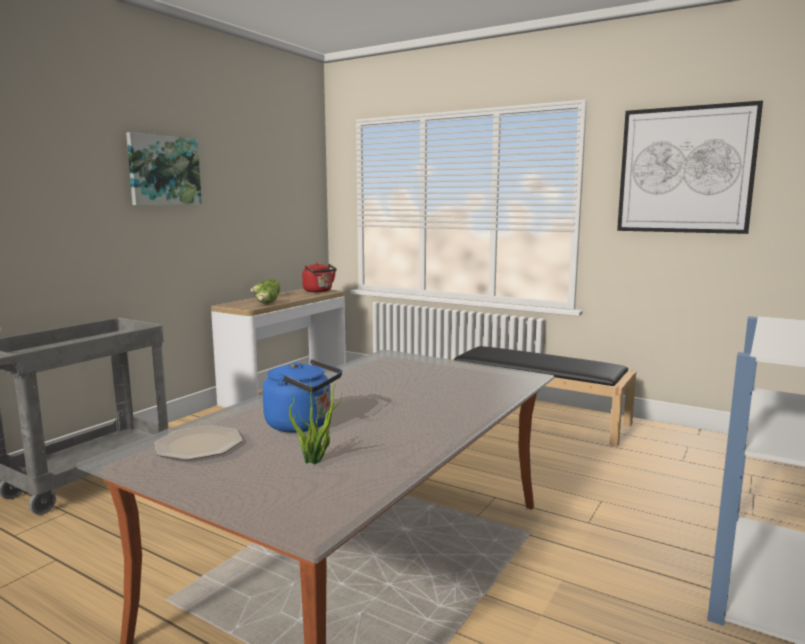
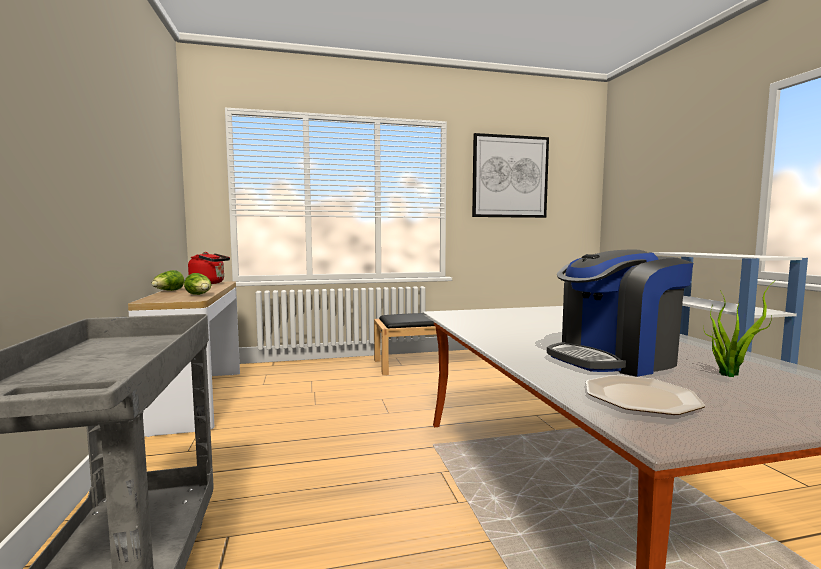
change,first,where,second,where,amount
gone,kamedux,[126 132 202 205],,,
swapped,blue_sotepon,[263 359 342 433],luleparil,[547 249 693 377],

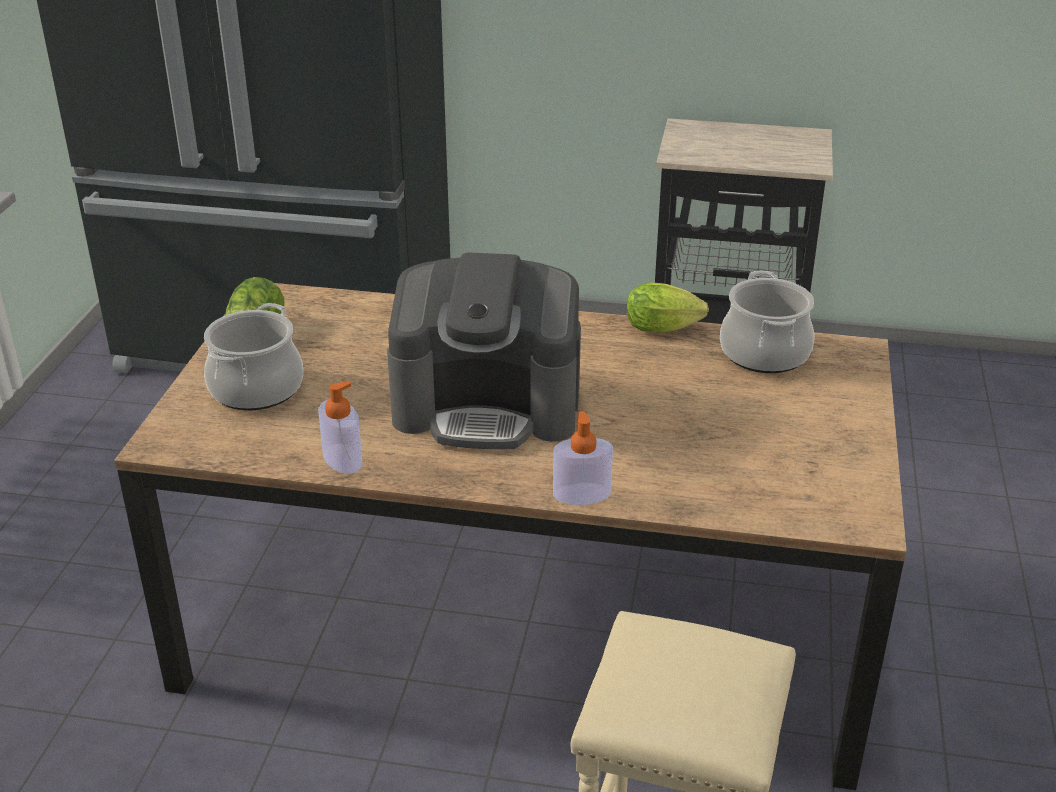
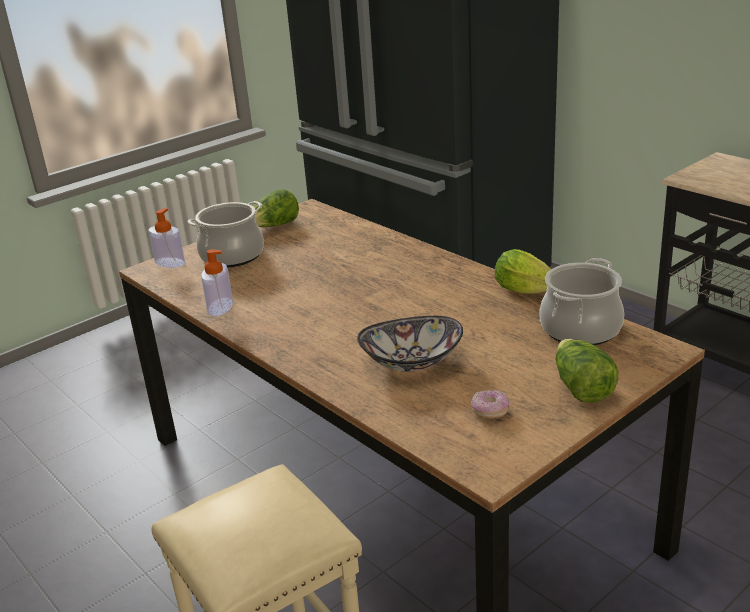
change,first,where,second,where,amount
gone,luleparil,[387 252 581 449],,,
shifted,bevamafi,[553 411 613 505],,[148 208 185 268],
new,,,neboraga,[357 316 463 372],
new,,,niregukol,[555 339 618 403],
new,,,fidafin,[471 390 510 418],

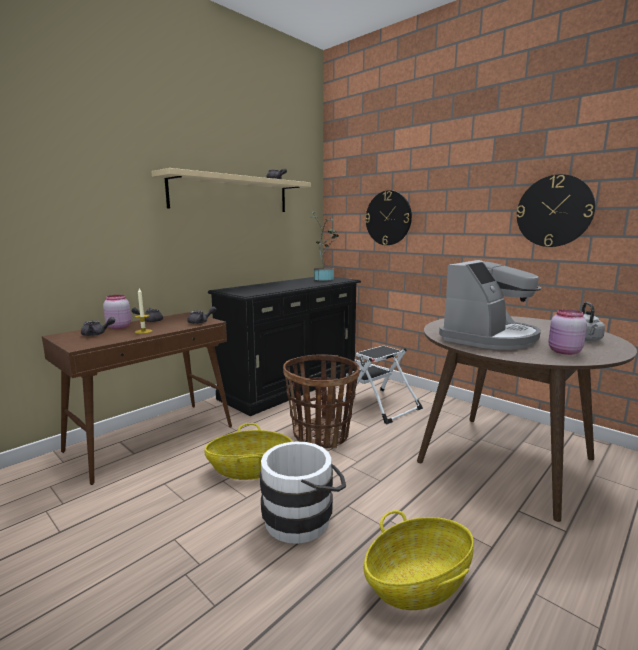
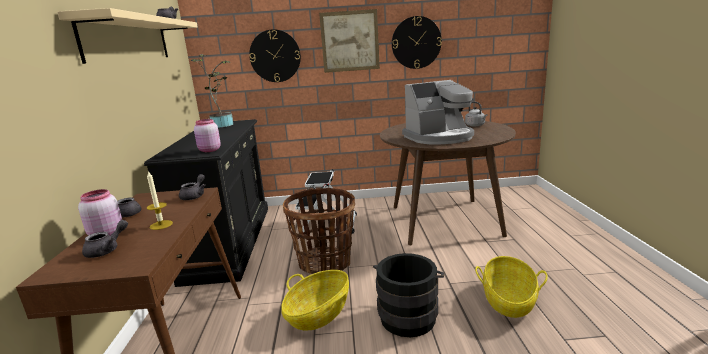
change,first,where,second,where,amount
rotated,luleparil,[439 260 541 350],,[402 80 474 145],75 degrees clockwise
shifted,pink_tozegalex,[548 309 587 355],,[194 119 221 152],
repainted,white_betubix,[260 442 346 544],black_betubix,[373 253 444 337],
new,,,kamedux,[319 9 380 73],

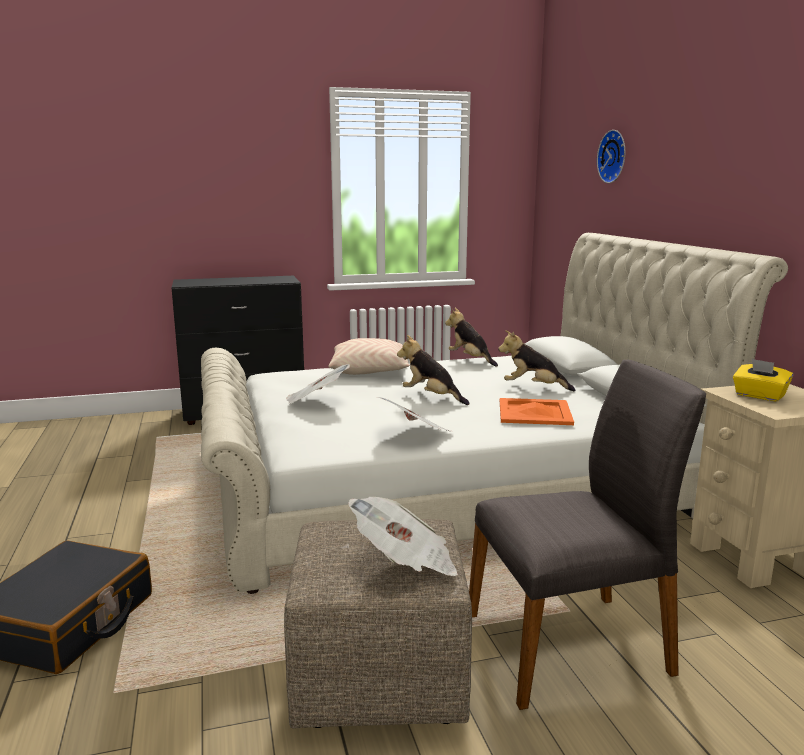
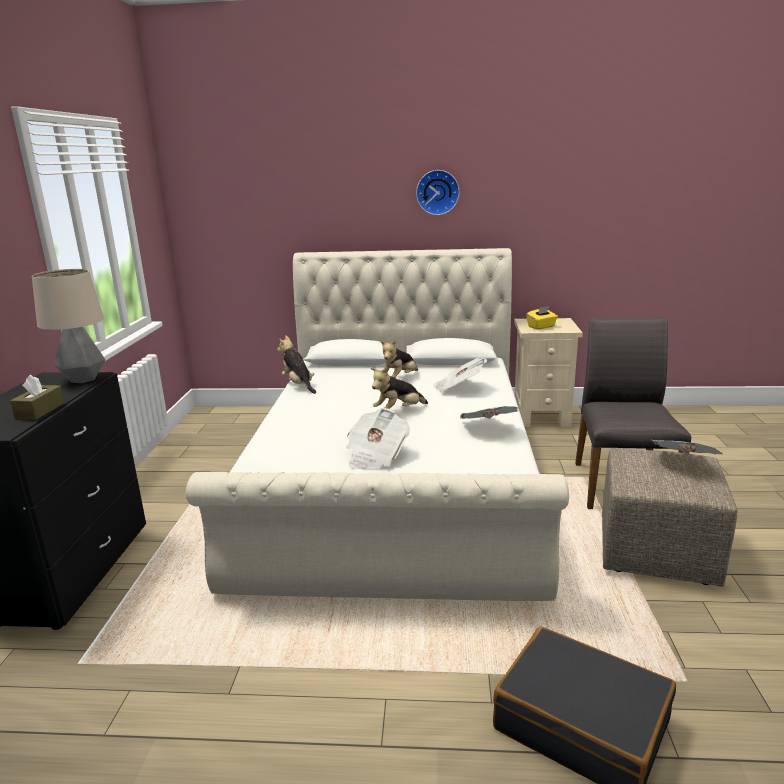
change,first,where,second,where,amount
shifted,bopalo,[597 130 625 183],,[416 170 460 215],
rotated,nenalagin,[445 308 498 367],,[277 336 316 394],75 degrees clockwise
gone,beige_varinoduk,[329 338 410 375],,,
swapped,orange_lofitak,[500 398 574 425],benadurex,[433 358 487 392],
new,,,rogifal,[32 269 105 383],
new,,,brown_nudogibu,[10 375 65 420],

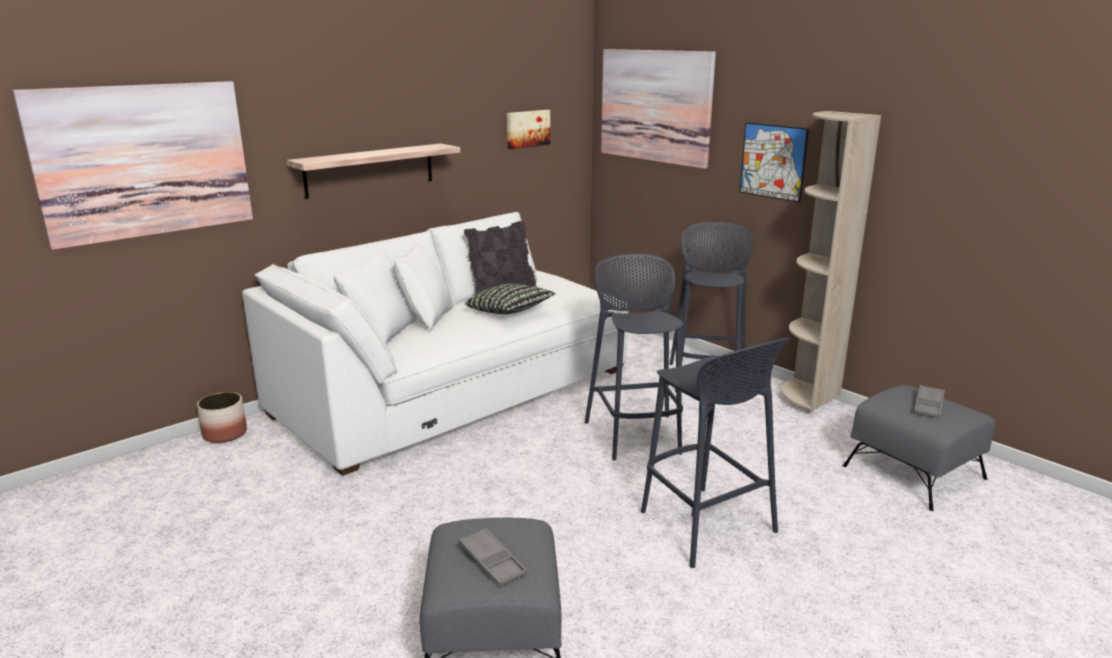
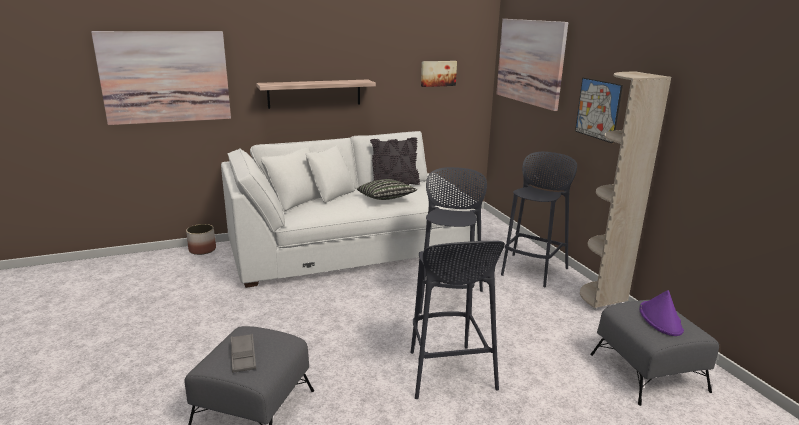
change,first,where,second,where,amount
swapped,grey_lofitak,[914 385 945 418],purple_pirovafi,[639 290 684 336],

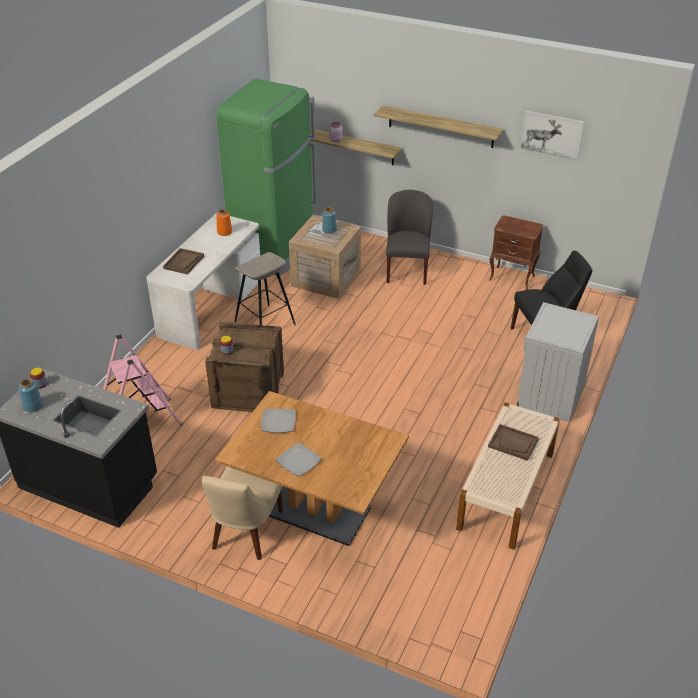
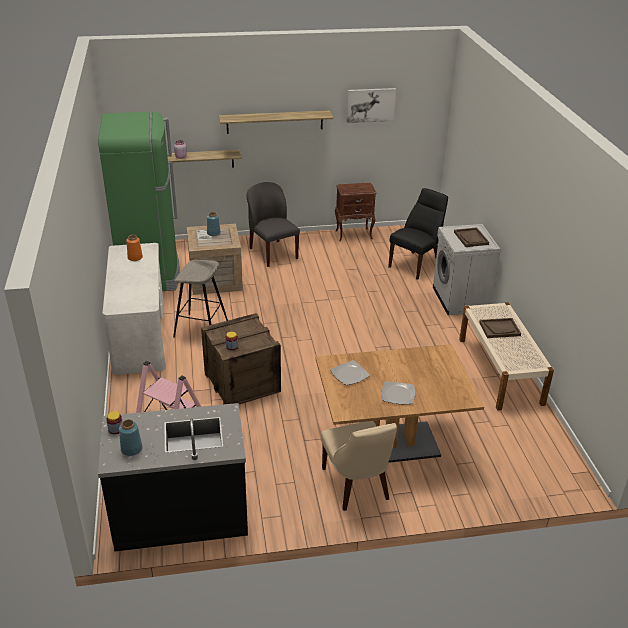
change,first,where,second,where,amount
shifted,brown_lofitak,[163 248 204 275],,[454 227 489 247],

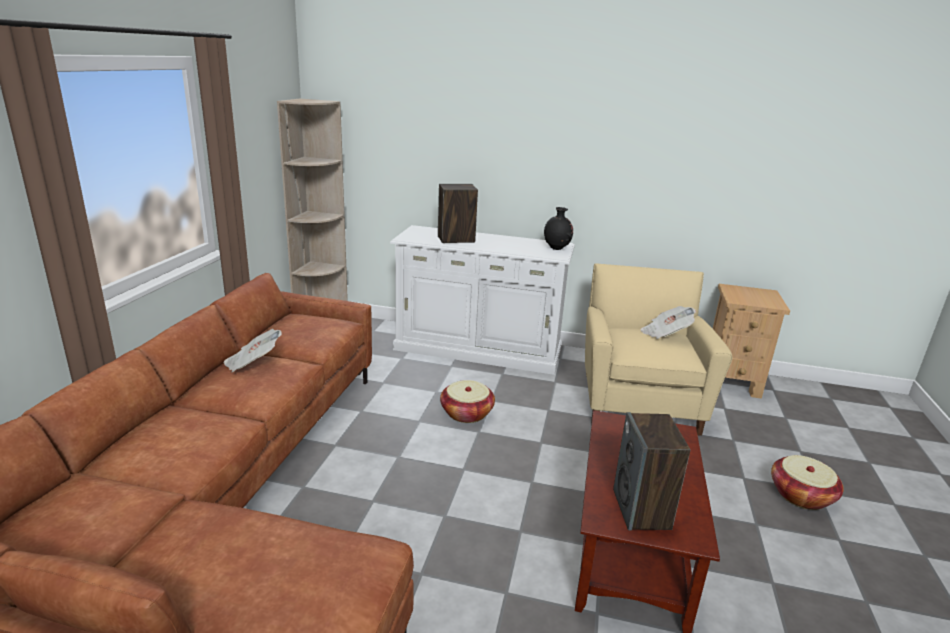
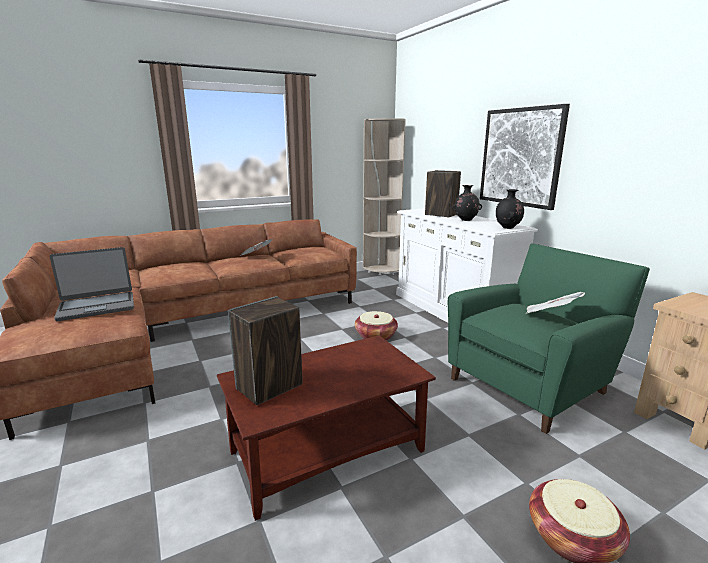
change,first,where,second,where,amount
repainted,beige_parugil,[585 263 732 436],green_parugil,[448 243 650 434],
new,,,kamedux,[480 104 570 210],
new,,,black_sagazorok,[452 185 482 221],
new,,,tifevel,[50 247 134 321],

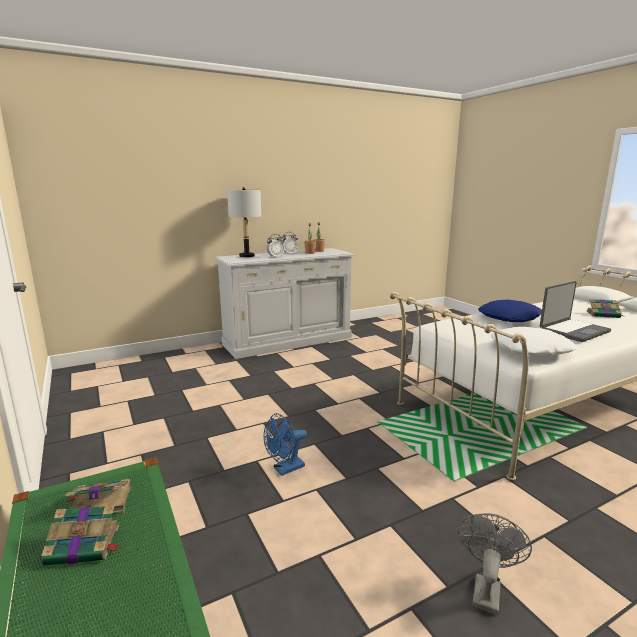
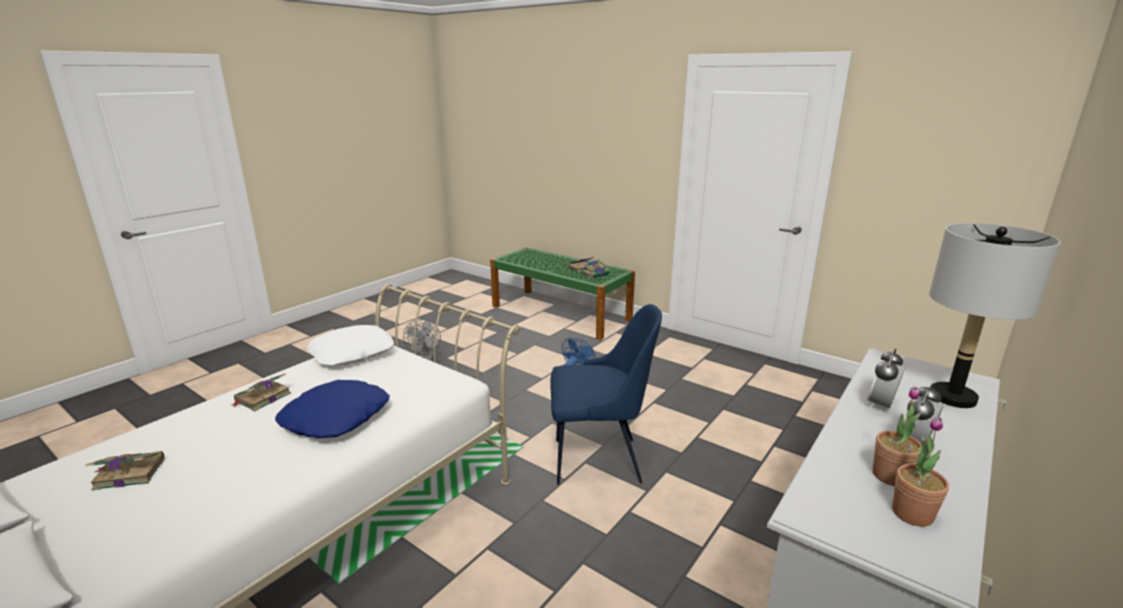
change,first,where,second,where,amount
swapped,tifevel,[540 281 611 342],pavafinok,[230 374 291 411],
new,,,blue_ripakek,[550 304 662 485],

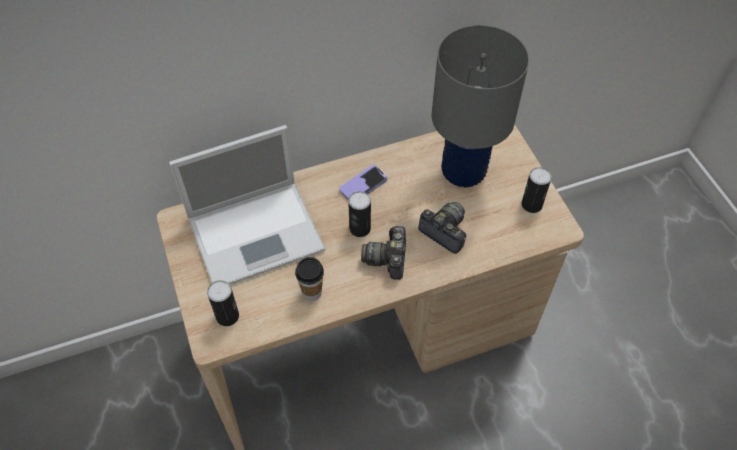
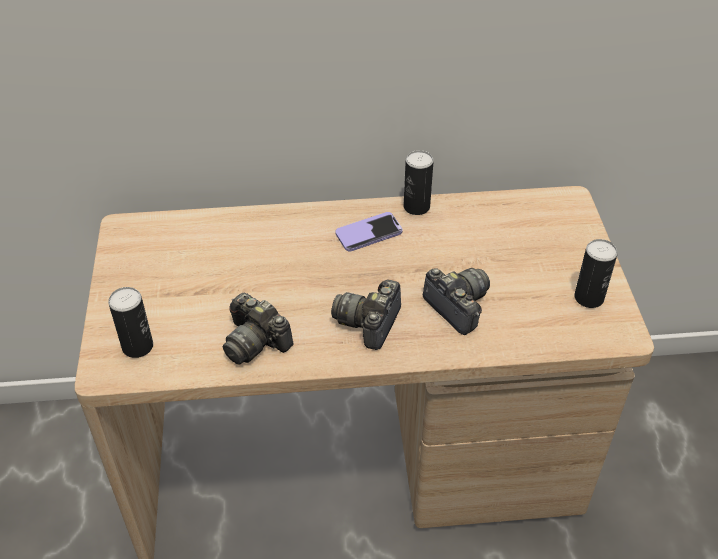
change,first,where,second,where,amount
gone,grey_rogifal,[432 25 529 188],,,
gone,tifevel,[169 125 325 284],,,
shifted,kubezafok,[348 191 371 237],,[404 150 434 215],
swapped,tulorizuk,[295 257 324 301],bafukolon,[223 293 293 364],

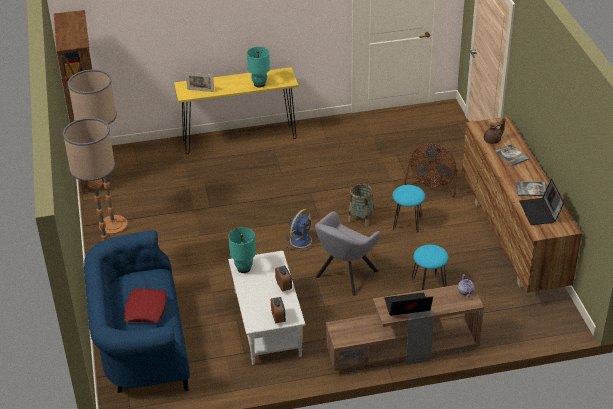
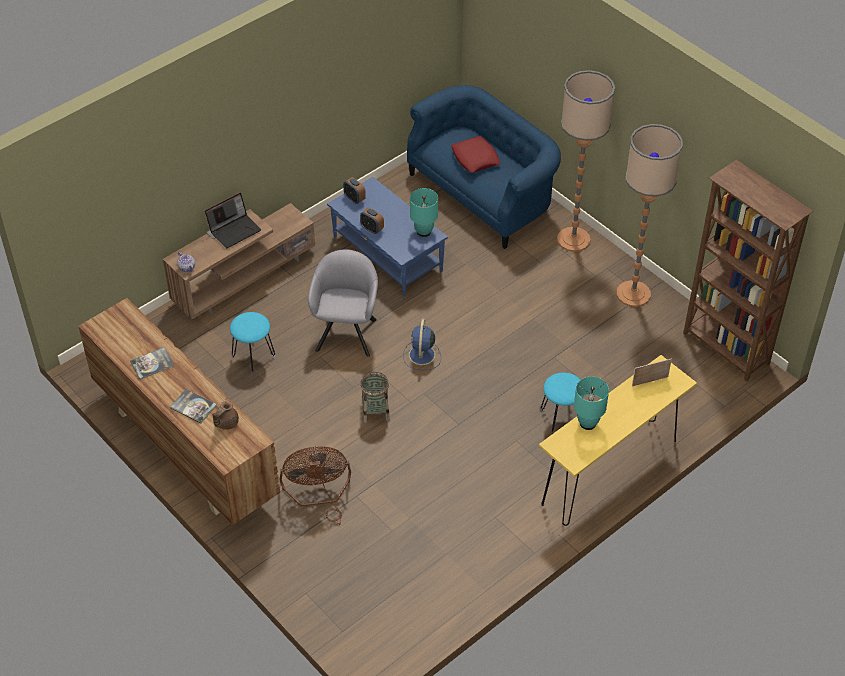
change,first,where,second,where,amount
gone,tifevel,[519 179 564 225],,,
shifted,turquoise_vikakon,[393 185 425 233],,[541 373 584 433],
repainted,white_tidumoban,[228 251 305 365],blue_tidumoban,[327 177 448 296],

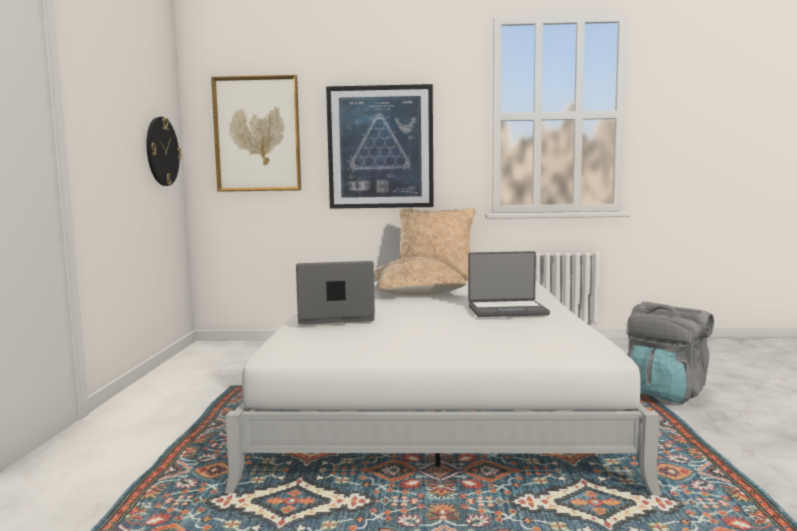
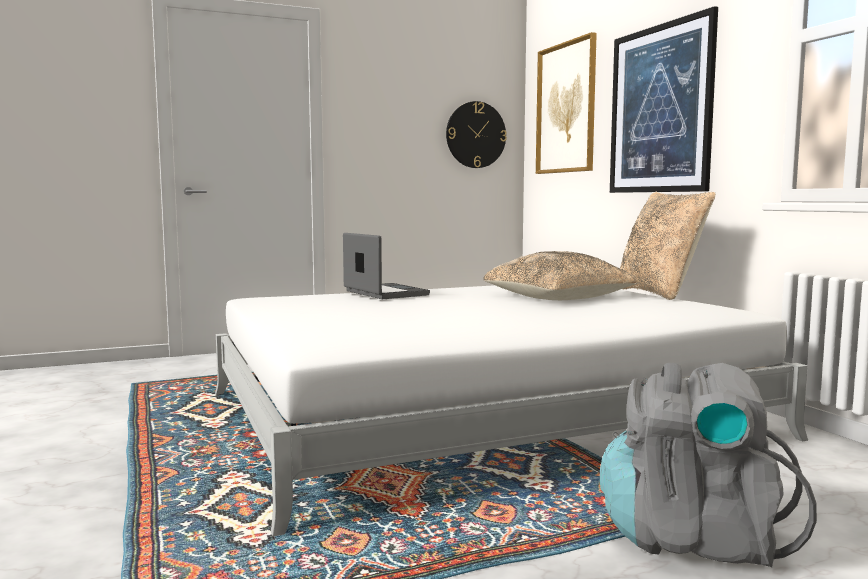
change,first,where,second,where,amount
gone,tifevel,[468 251 550 317],,,

